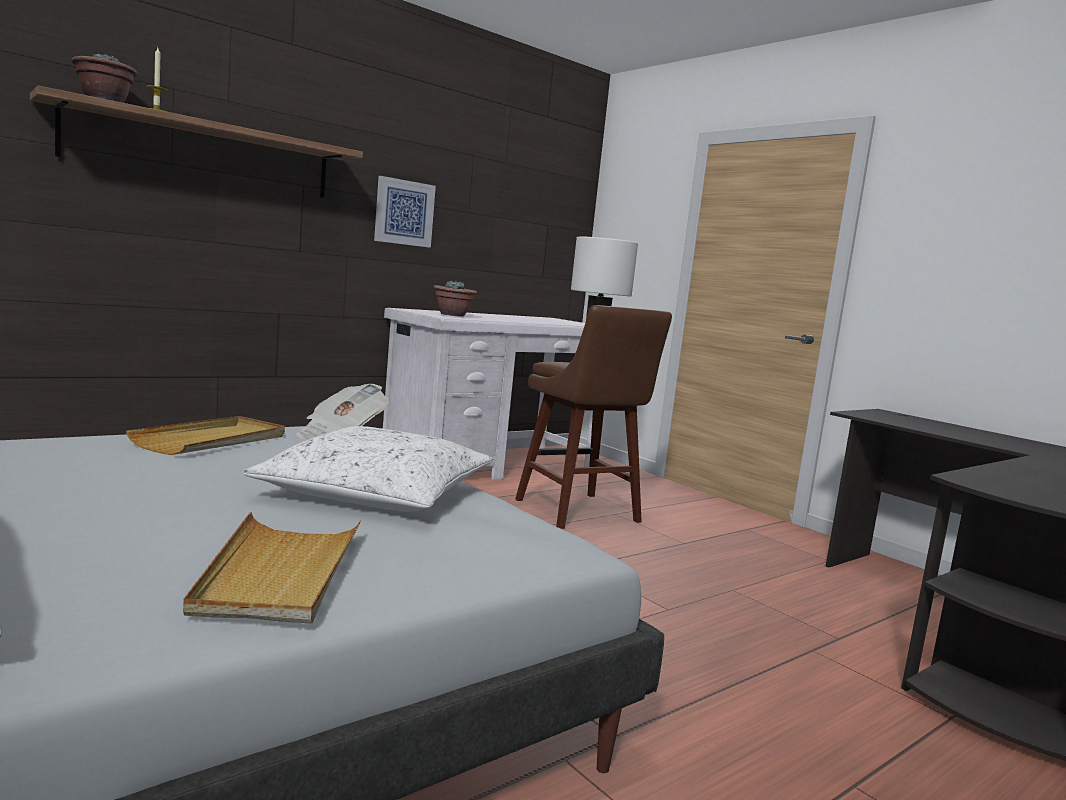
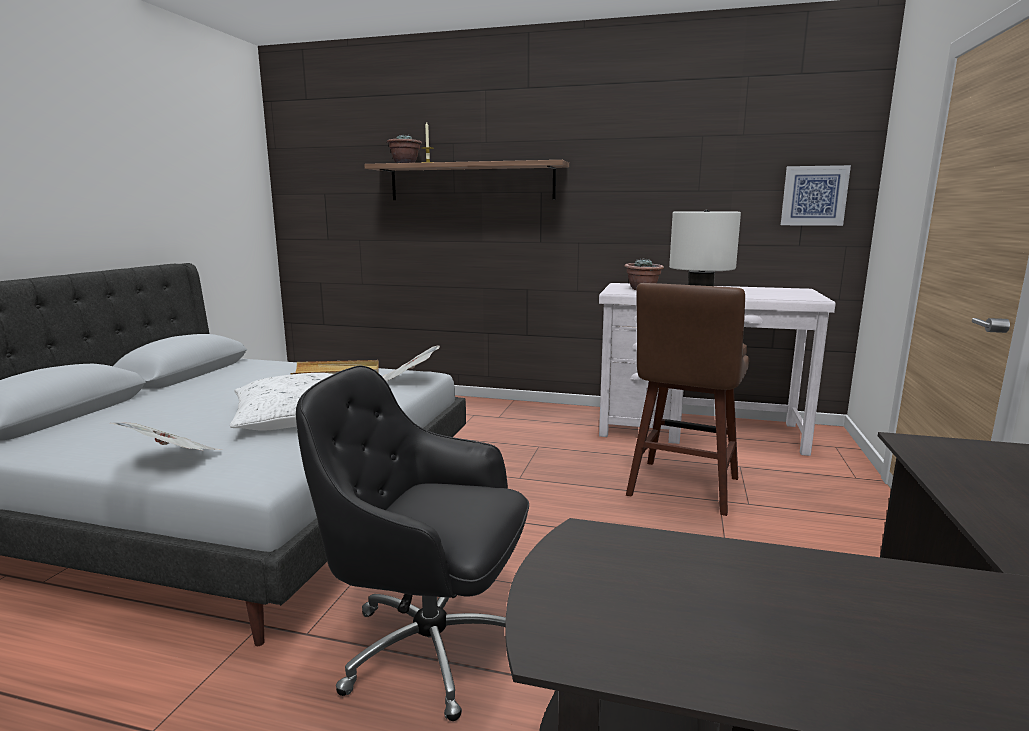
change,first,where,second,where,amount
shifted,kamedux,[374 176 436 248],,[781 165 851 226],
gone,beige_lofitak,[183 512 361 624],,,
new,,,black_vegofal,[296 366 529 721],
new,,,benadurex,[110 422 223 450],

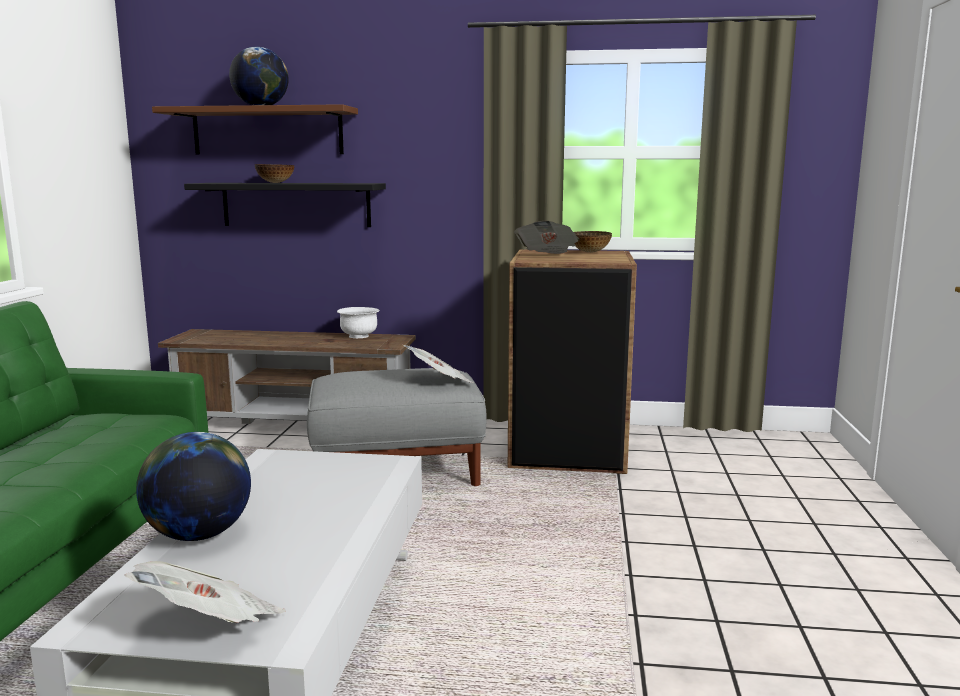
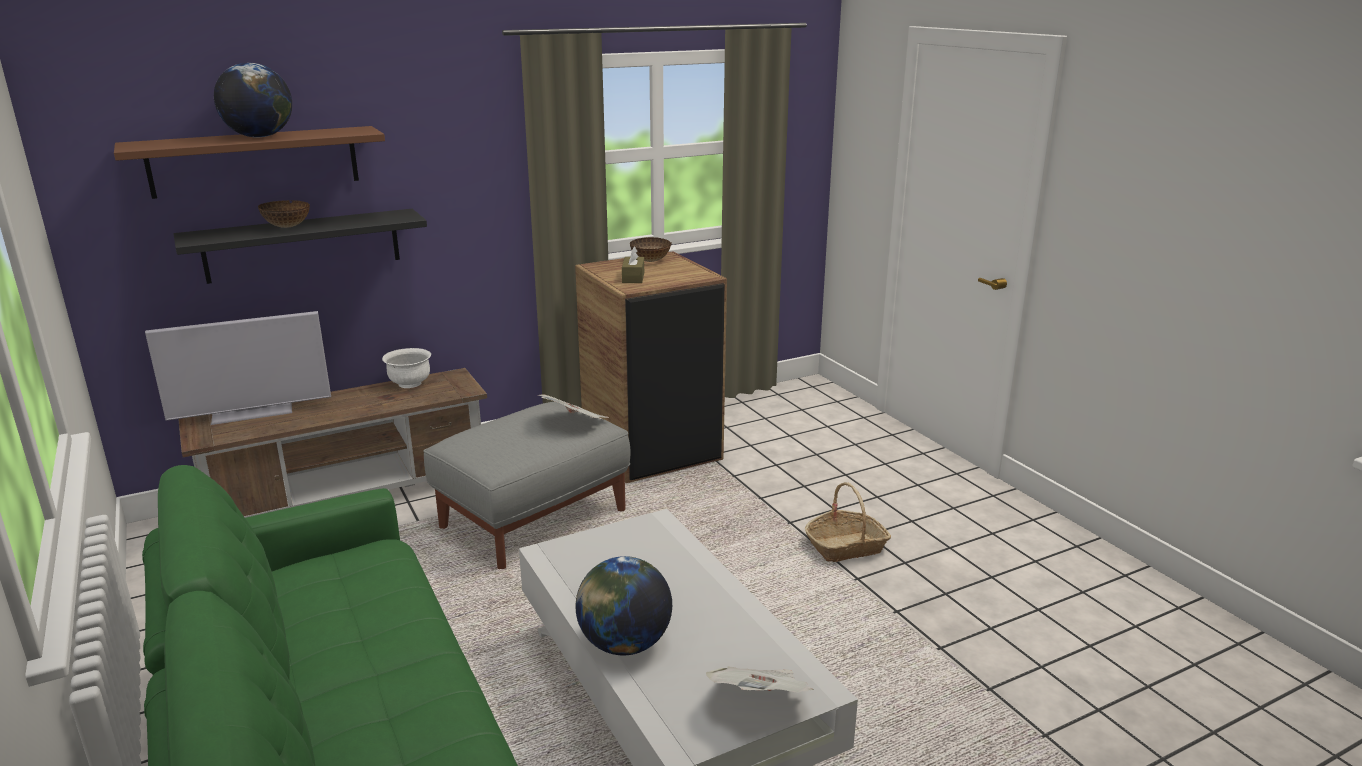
change,first,where,second,where,amount
swapped,benadurex,[514 221 579 254],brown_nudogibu,[622 246 644 283],
new,,,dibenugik,[145 311 331 425],
new,,,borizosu,[805 482 891 562],

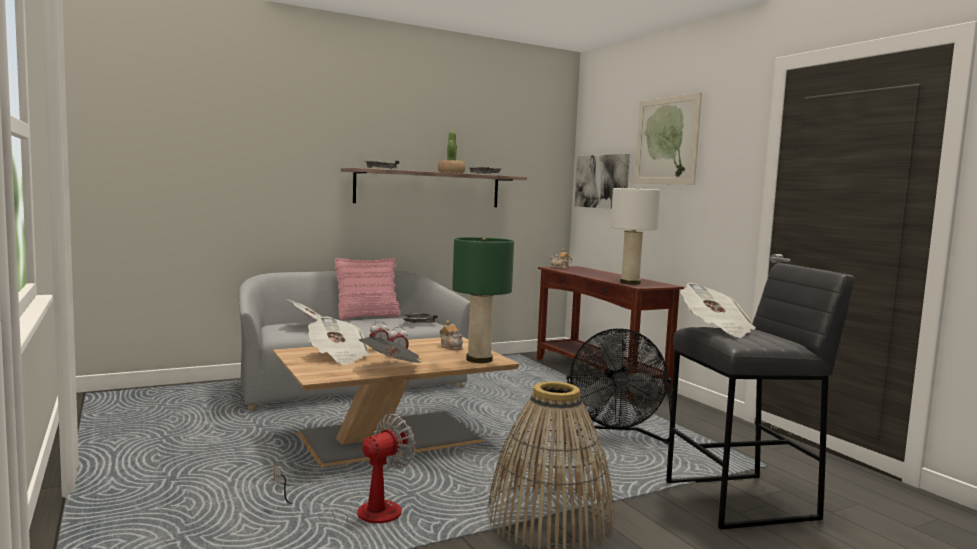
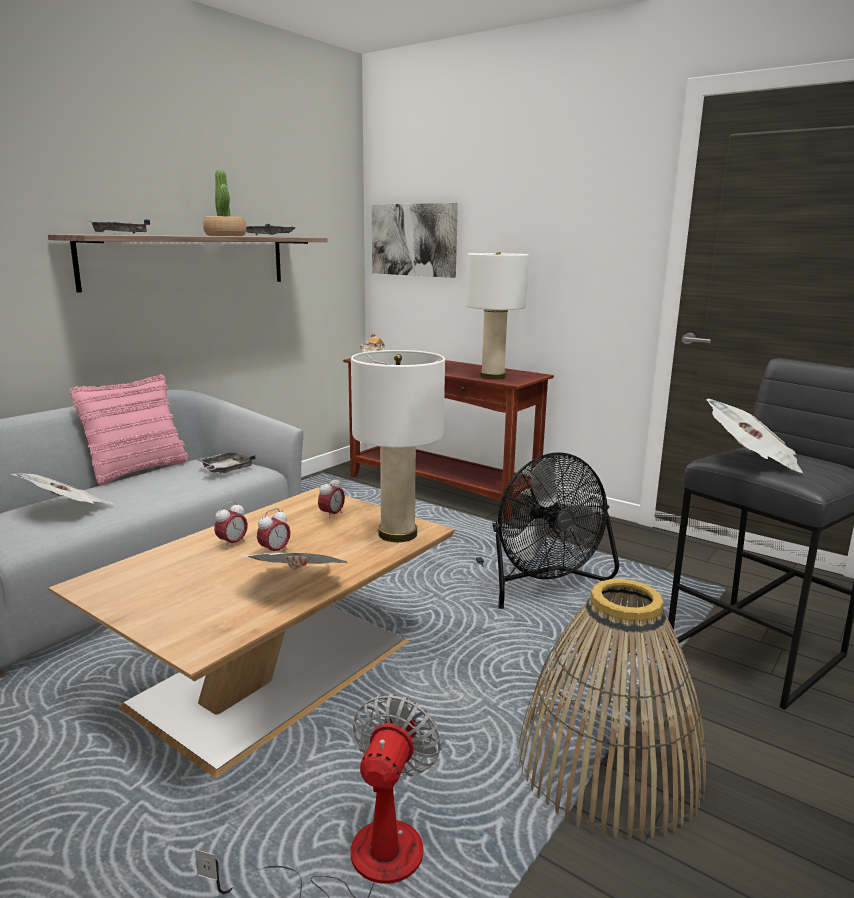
change,first,where,second,where,amount
gone,kamedux,[635 93 702 184],,,
repainted,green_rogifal,[452 237 514 363],white_rogifal,[351 350 445 542],
gone,benadurex,[308 316 369 365],,,
swapped,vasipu,[440 320 463 350],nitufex,[318 476 345 519],

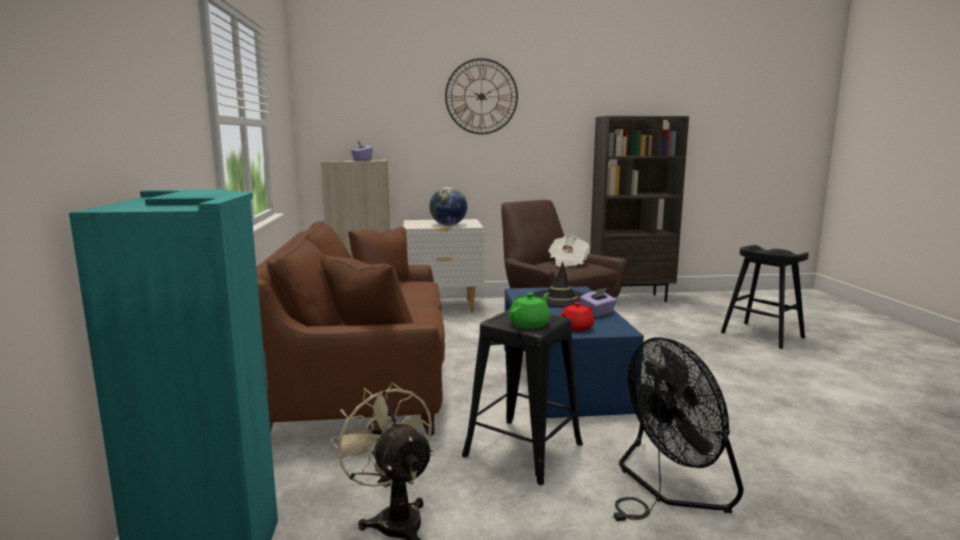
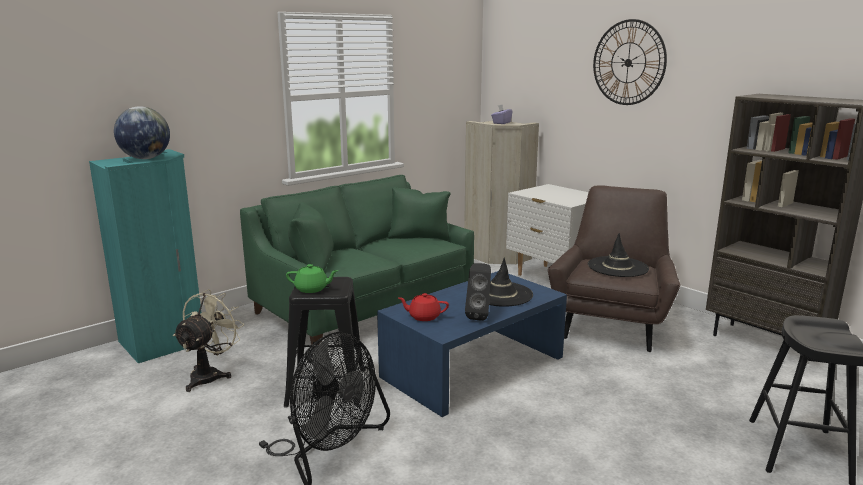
change,first,where,second,where,amount
shifted,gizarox,[429 187 467 226],,[114 106 170 159],
repainted,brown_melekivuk,[256 221 445 436],green_melekivuk,[240 175 474 345],
swapped,benadurex,[548 235 590 267],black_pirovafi,[588 233 649 277],
swapped,purple_nudogibu,[579 288 617 317],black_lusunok,[465 263 491 321],

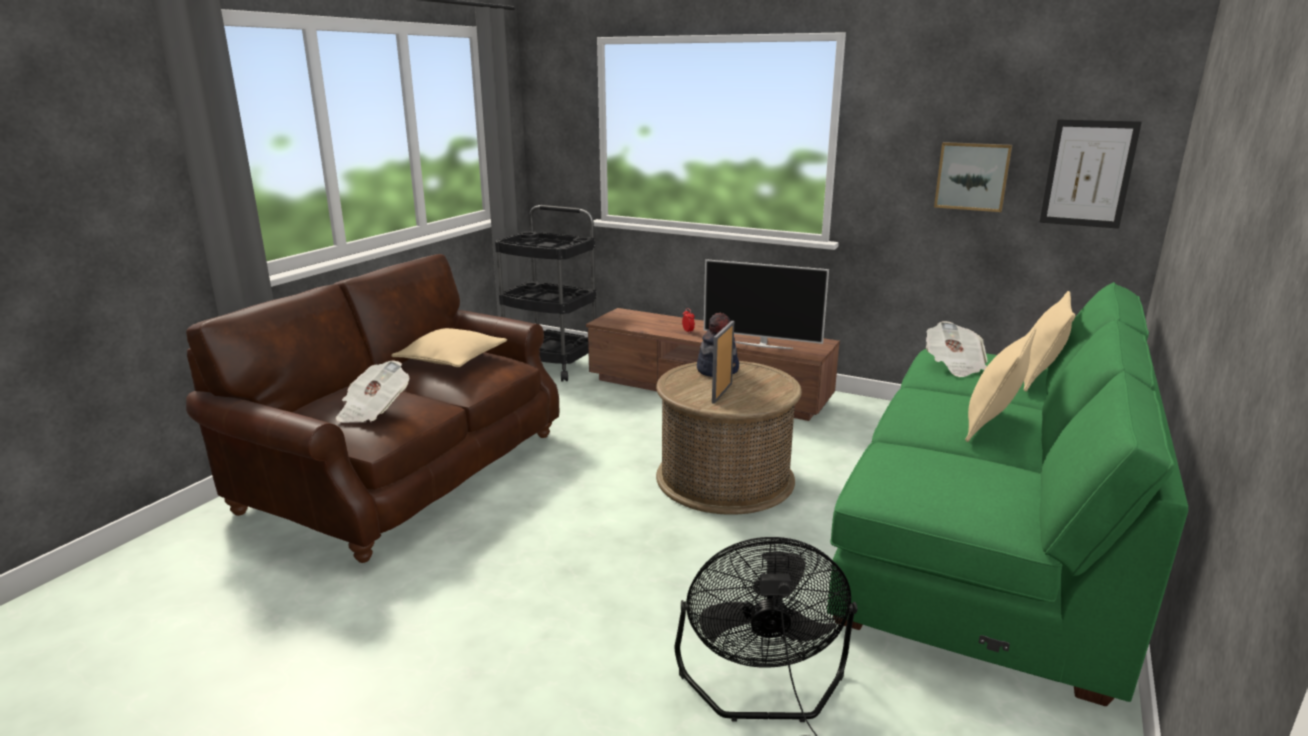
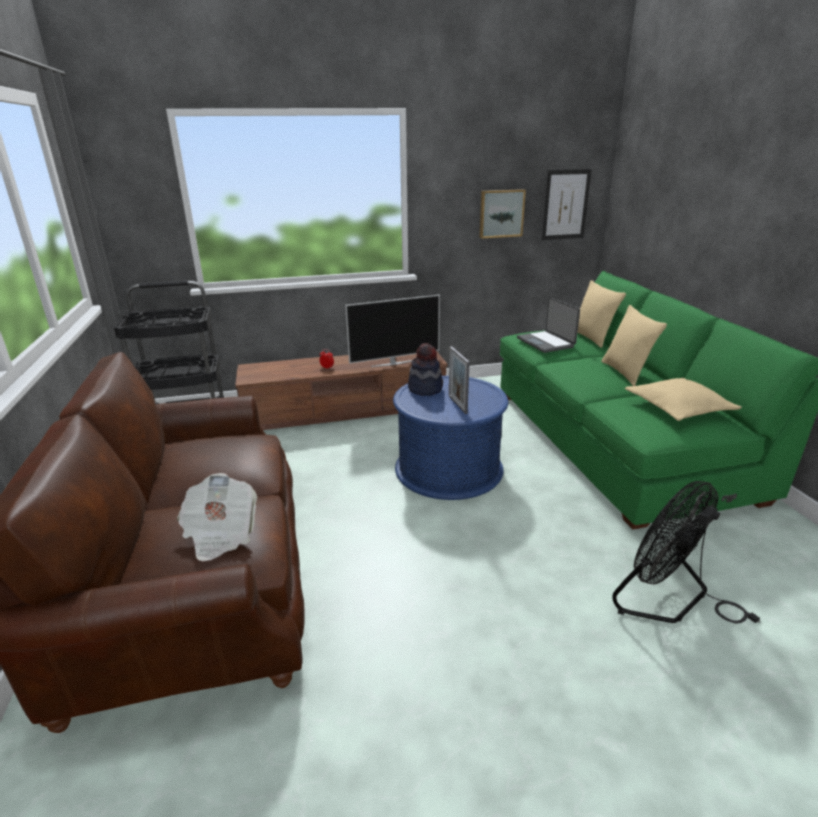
change,first,where,second,where,amount
swapped,benadurex,[926 321 988 377],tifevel,[517 297 580 353],
shifted,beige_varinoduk,[392 328 507 367],,[625 378 742 421],
repainted,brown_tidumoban,[656 361 802 515],blue_tidumoban,[393 376 508 500],

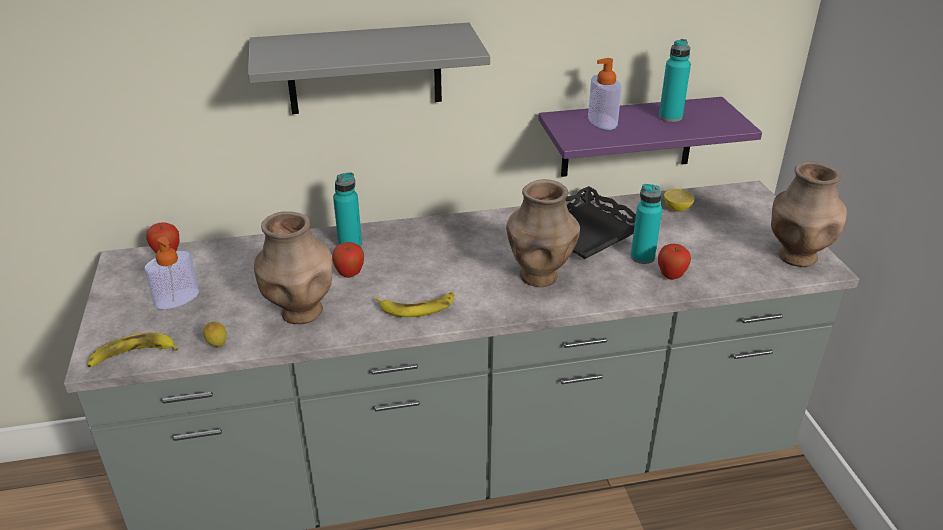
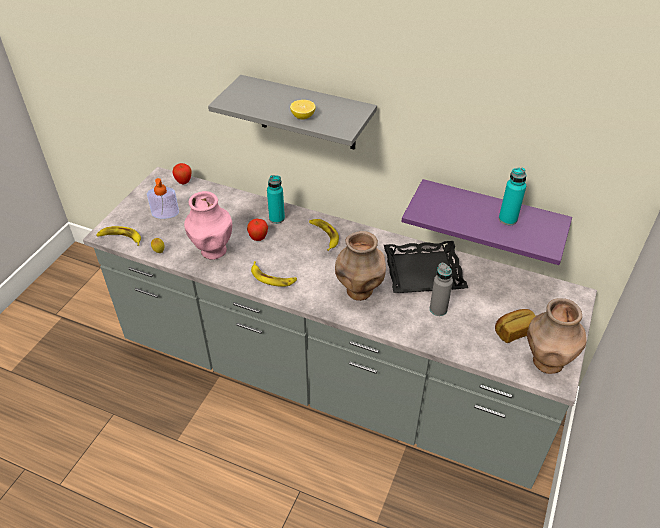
change,first,where,second,where,amount
gone,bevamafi,[588 58 622 130],,,
repainted,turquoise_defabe,[631 184 662 264],grey_defabe,[430 263 453 316],
shifted,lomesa,[664 189 695 211],,[290 100 316 119],
repainted,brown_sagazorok,[254 211 332 324],pink_sagazorok,[184 191 232 260],
gone,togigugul,[658 244 691 280],,,
new,,,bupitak,[309 219 339 251],
new,,,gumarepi,[495 309 536 343],

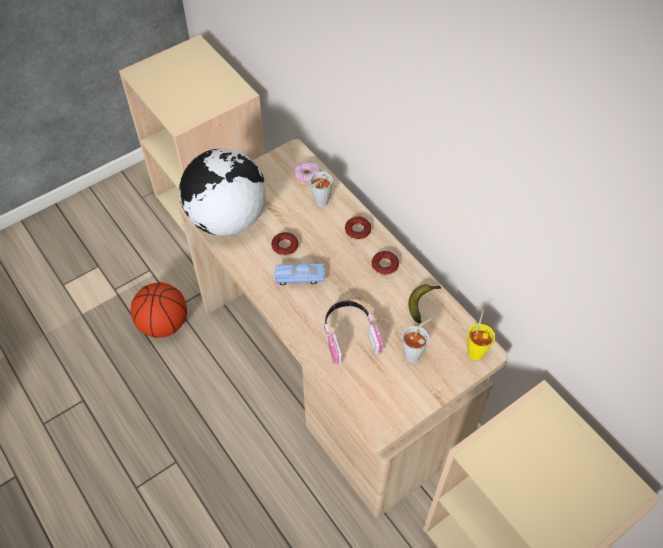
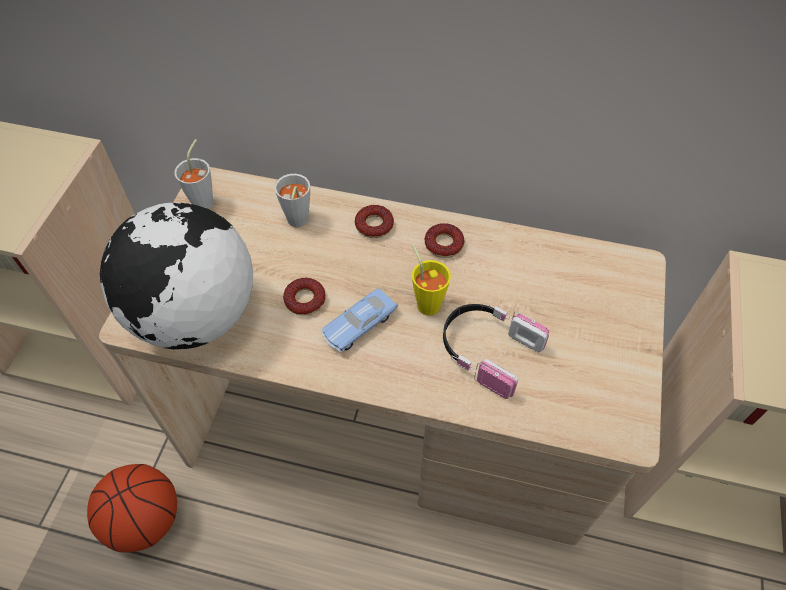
change,first,where,second,where,amount
gone,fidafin,[294 162 321 185],,,
gone,bupitak,[409 284 441 323],,,
shifted,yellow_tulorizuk,[468 311 495 360],,[411 244 451 316],
shifted,grey_tulorizuk,[402 318 432 363],,[174 139 214 209],

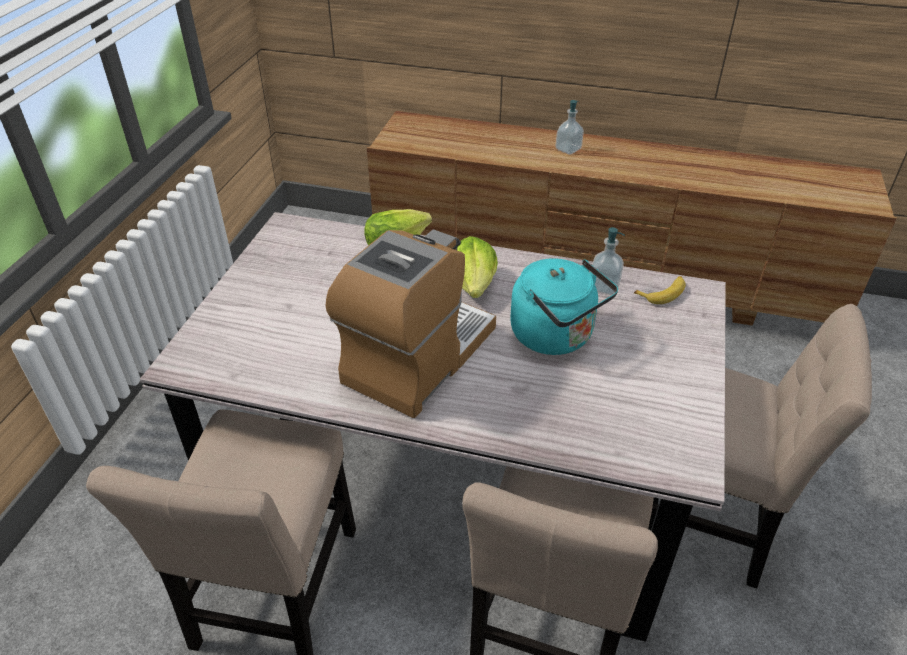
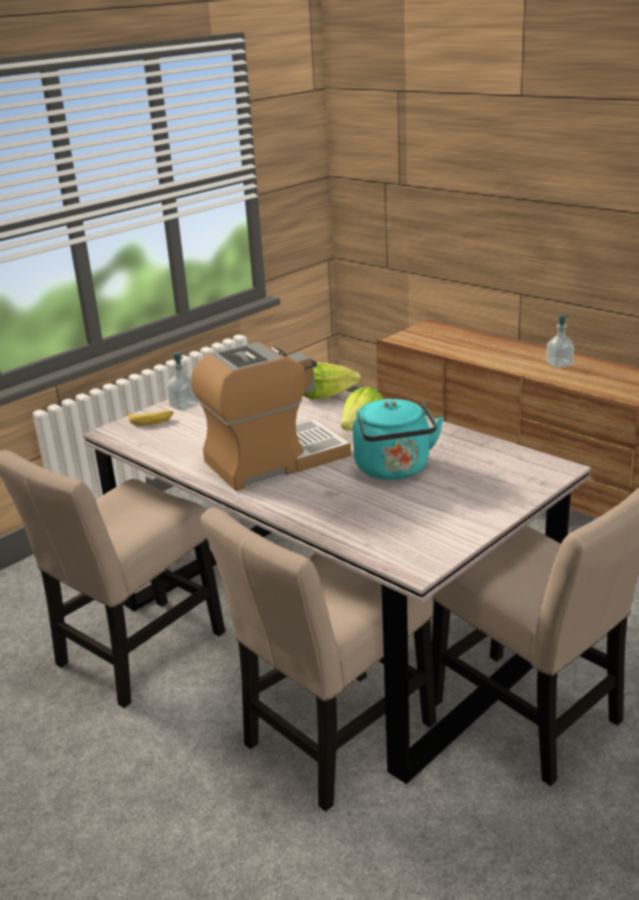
change,first,where,second,where,amount
shifted,bevamafi,[592 227 625 295],,[167 352 198 411],
shifted,bupitak,[634 276 686 304],,[127 411 173 425],

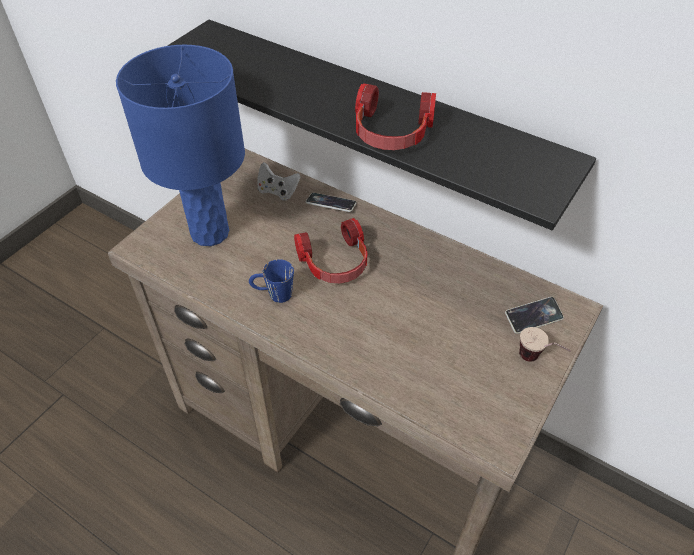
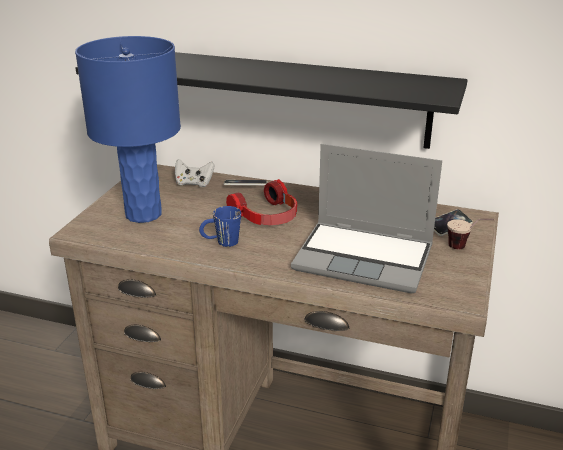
change,first,where,second,where,amount
gone,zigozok,[355 83 436 150],,,
new,,,tifevel,[291 144 442 293],

